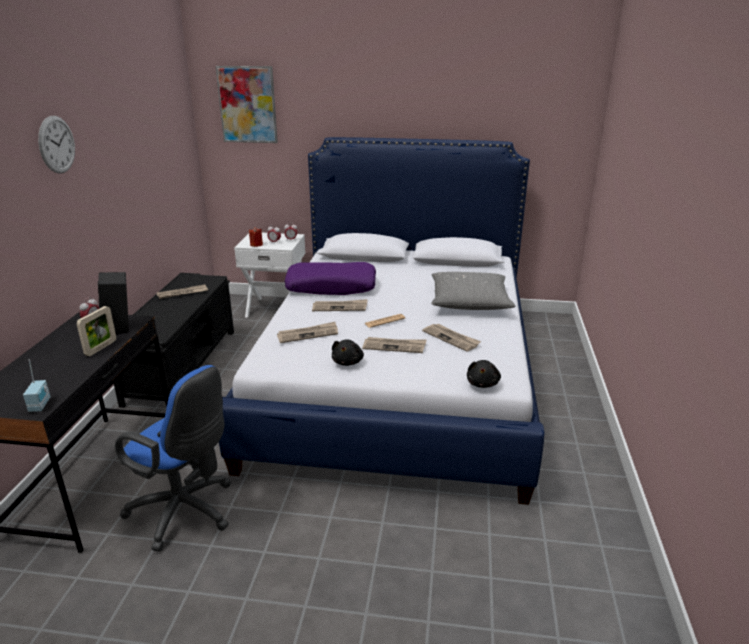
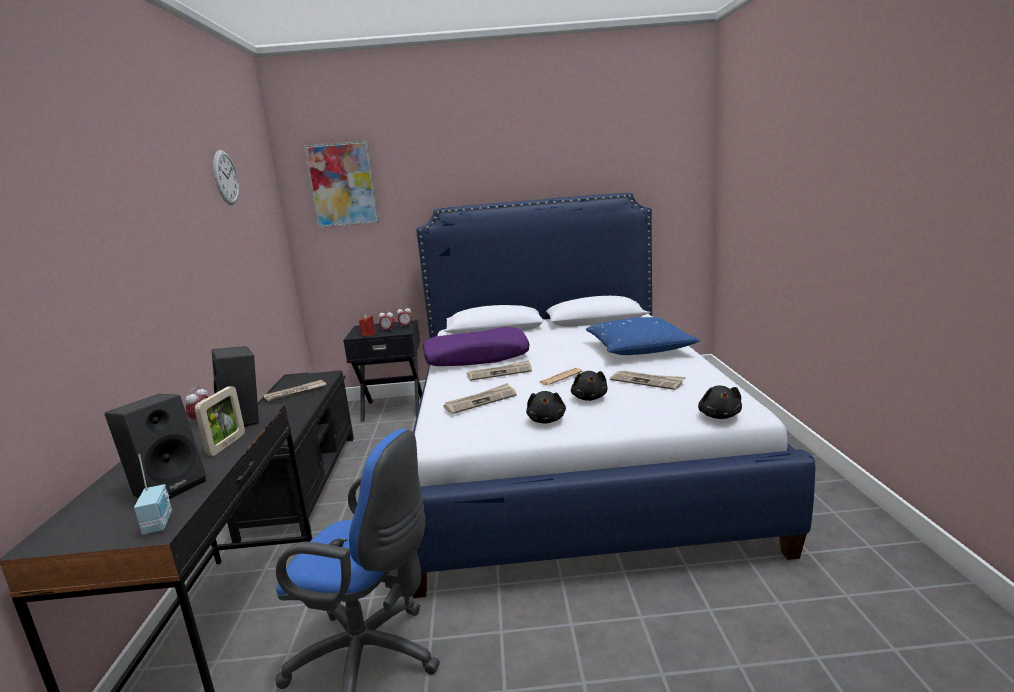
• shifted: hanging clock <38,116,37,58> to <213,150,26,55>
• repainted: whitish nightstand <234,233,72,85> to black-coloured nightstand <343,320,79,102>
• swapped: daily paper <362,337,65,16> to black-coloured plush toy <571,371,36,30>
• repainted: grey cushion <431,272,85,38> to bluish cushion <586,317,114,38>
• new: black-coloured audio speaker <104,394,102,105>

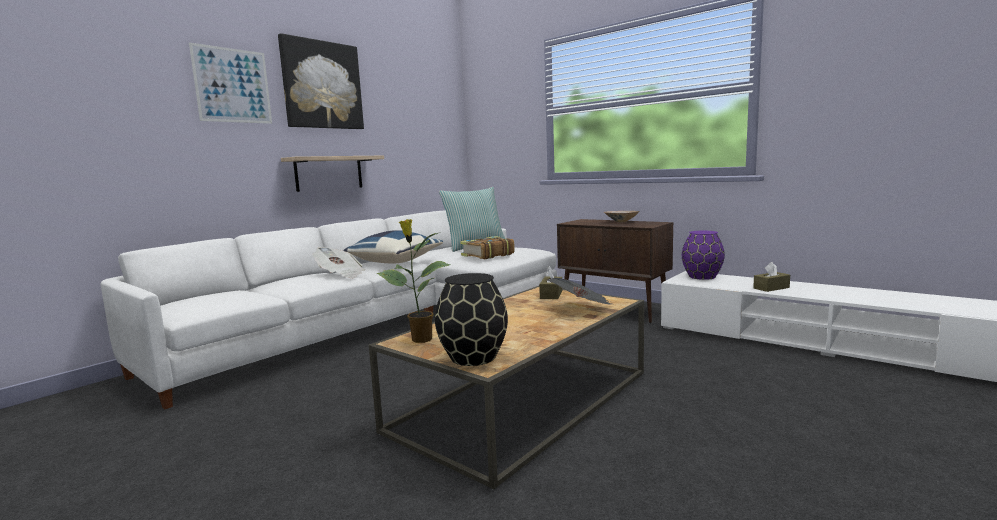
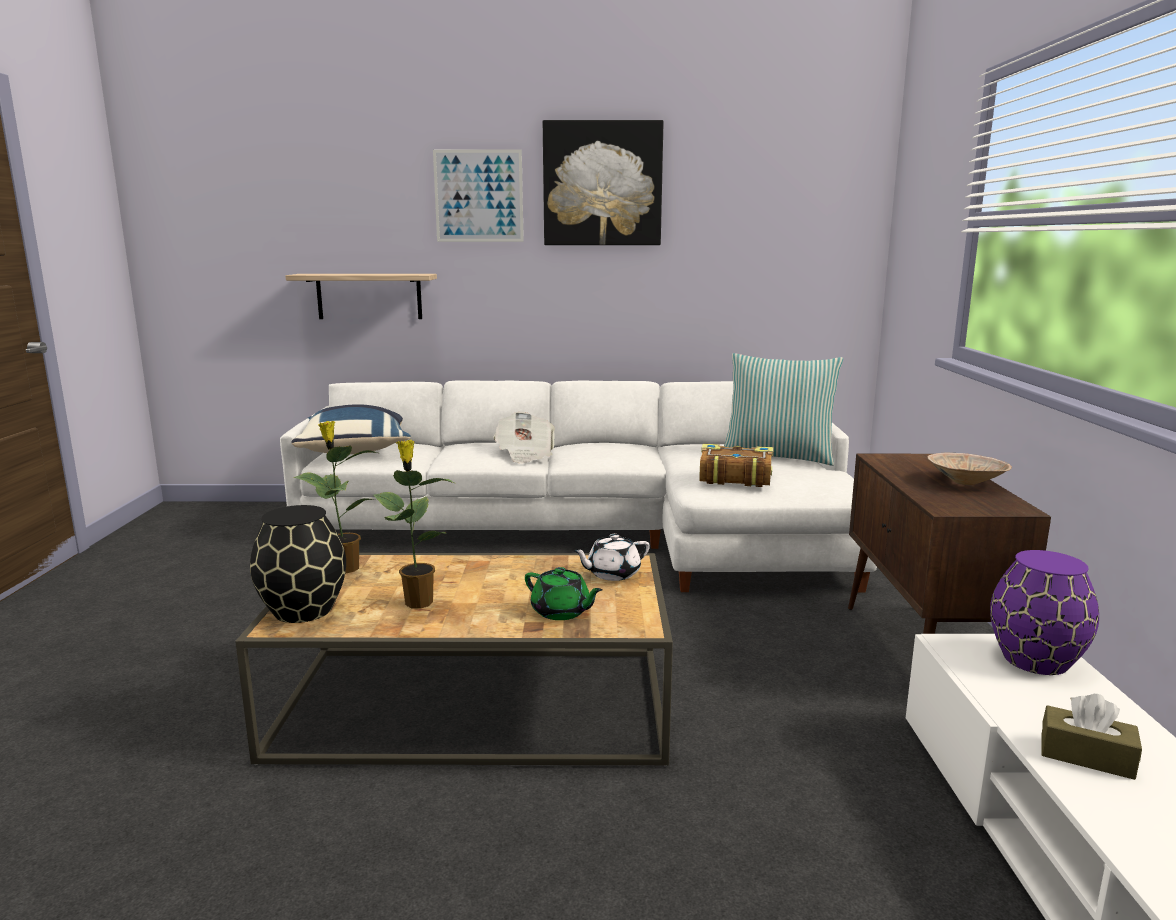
• shifted: shelf <281,156,103,36> to <285,274,152,45>
• shifted: bluish cushion <343,230,100,33> to <291,404,120,50>
• swapped: brown tissue box <539,266,23,33> to whitish pot for tea <572,534,78,47>
• swapped: daily paper <547,278,64,26> to green pot for tea <525,567,78,53>
• new: plant in a pot <373,440,81,168>

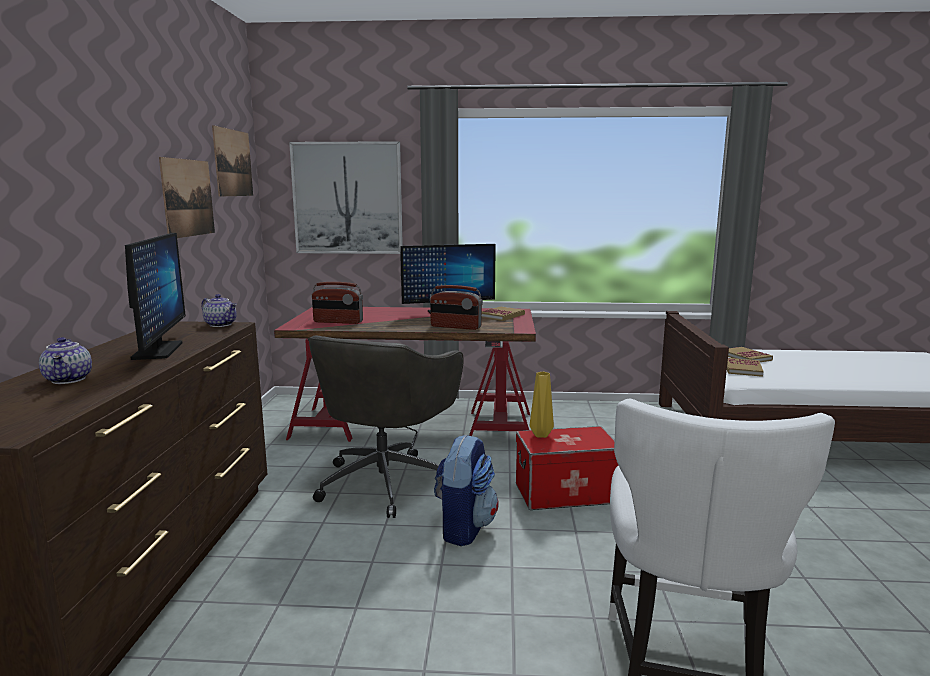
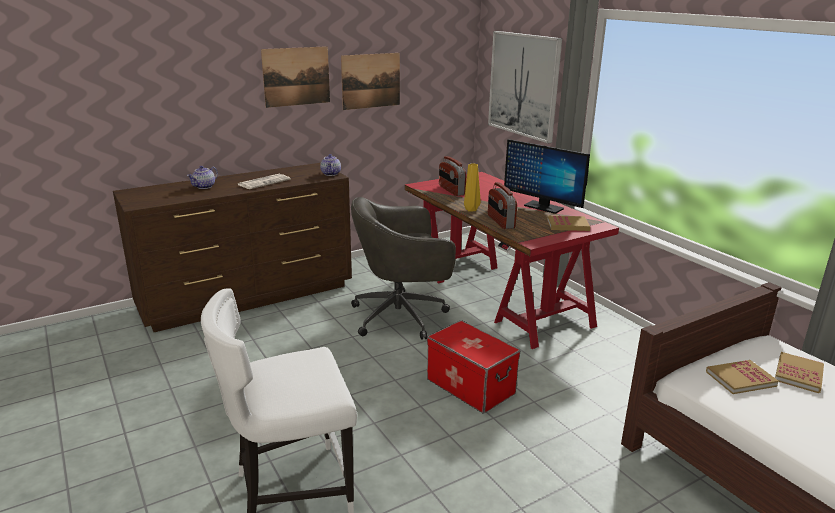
• swapped: computer screen <125,233,61,127> to daily paper <238,174,53,15>
• shifted: wall picture <212,125,41,72> to <261,46,69,62>
• gone: knapsack <434,434,65,112>
• shifted: yellow-coloured flower vase <530,372,24,66> to <464,163,17,49>

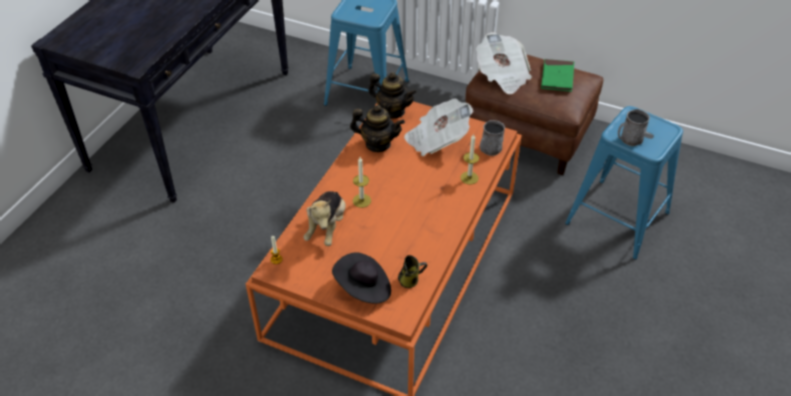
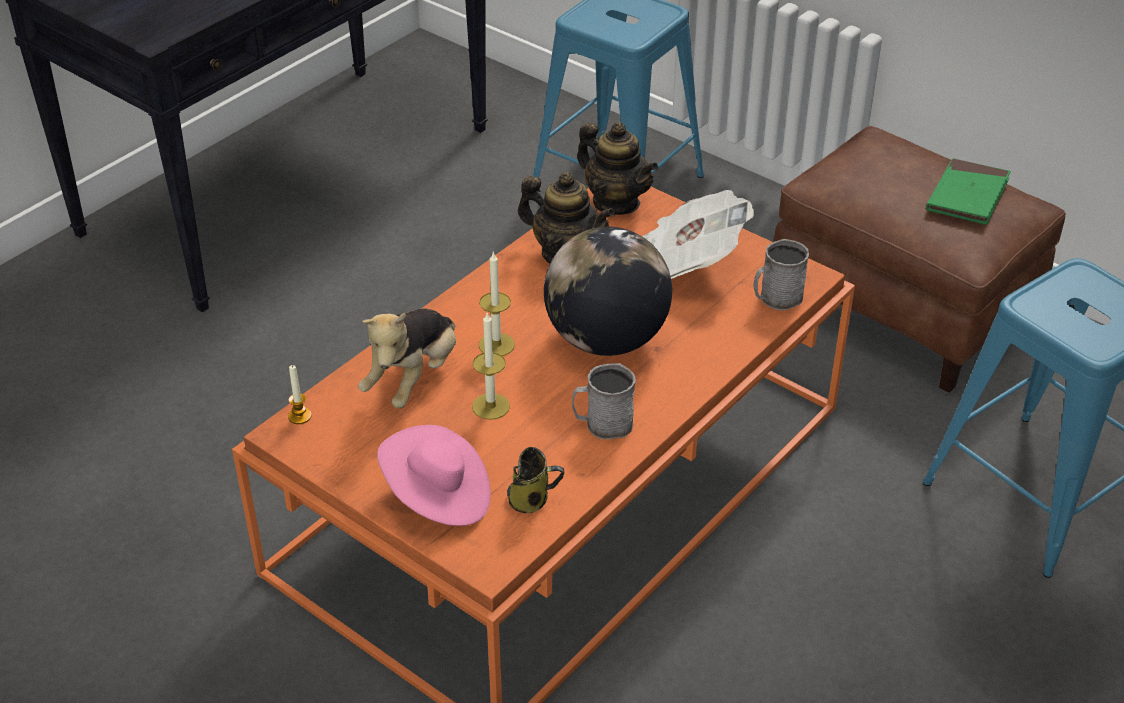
• repainted: black-coloured wearable hat <332,252,59,52> to pink wearable hat <377,425,114,101>
• shifted: wax candle <460,134,19,51> to <472,313,38,107>
• gone: daily paper <476,32,56,63>
• shifted: grey mug <618,109,32,37> to <572,363,64,76>
• new: world globe <544,227,128,129>

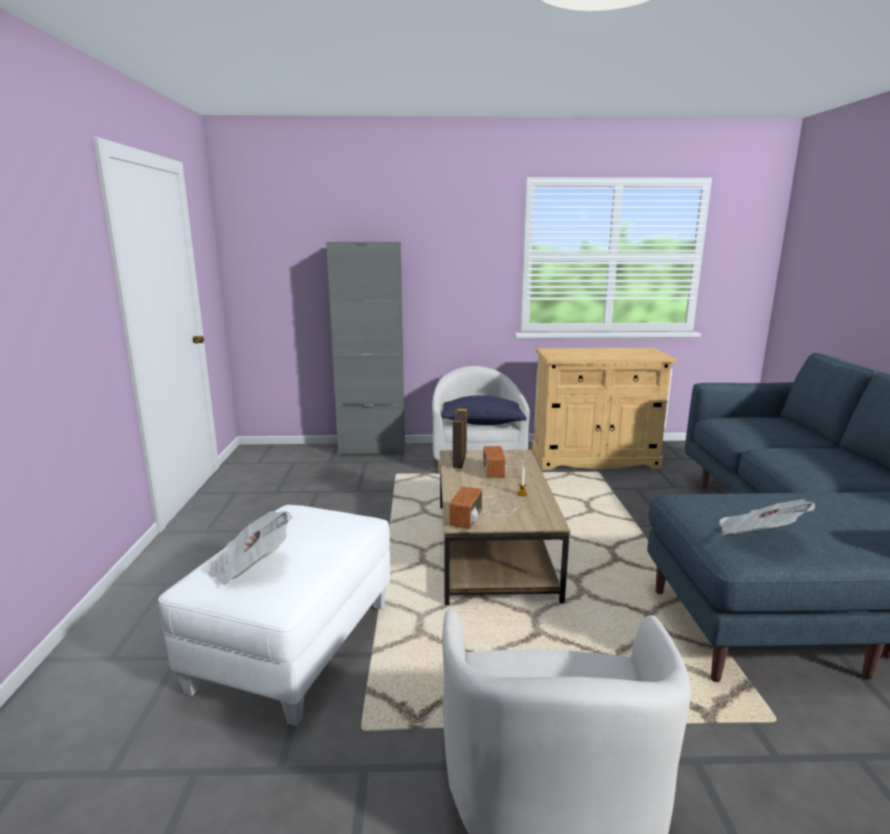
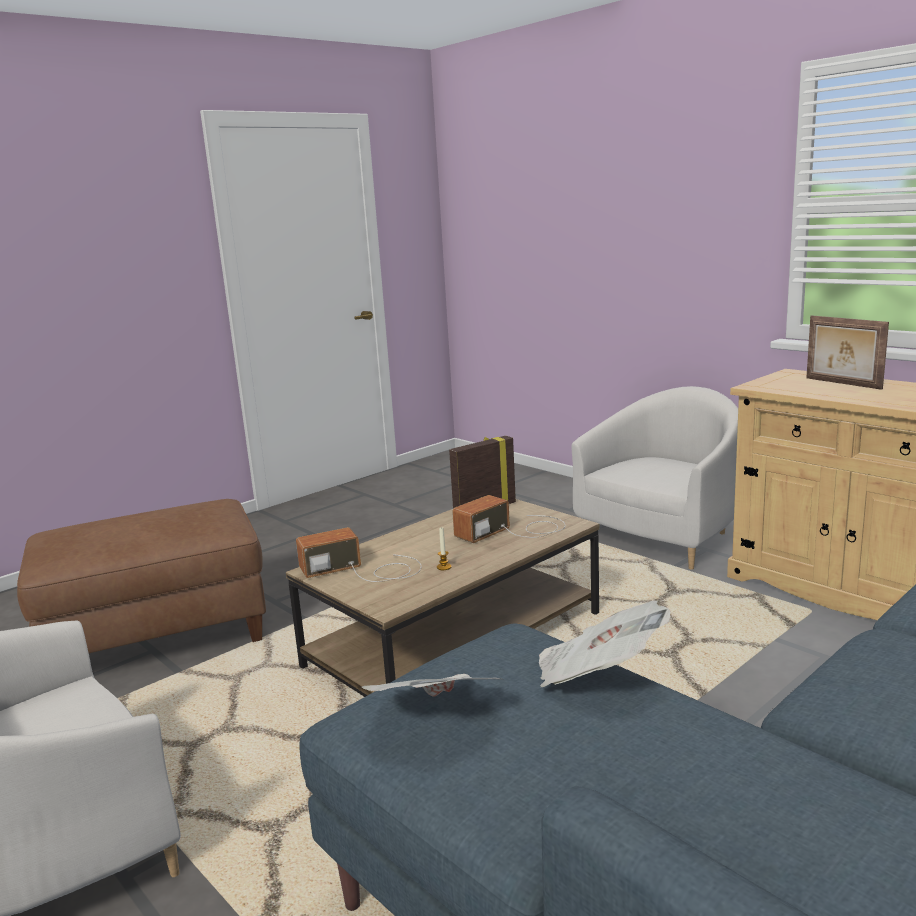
• repainted: whitish footrest <158,505,232,221> to brown footrest <17,499,249,154>
• shifted: daily paper <204,511,88,74> to <539,600,132,87>
• gone: grey cabinet <326,242,79,214>
• gone: bluish cushion <441,395,86,30>
• new: standing frame <806,315,83,75>

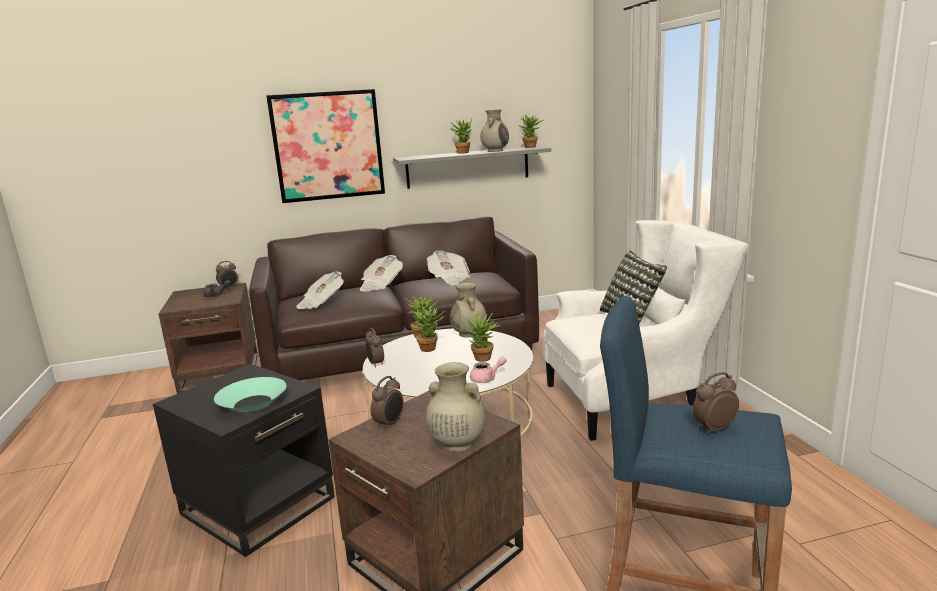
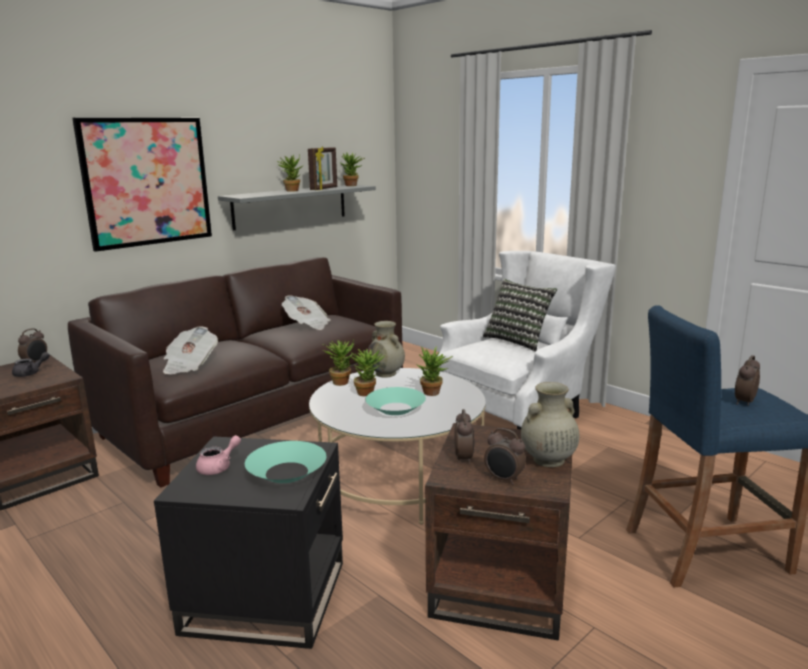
• gone: daily paper <360,255,43,37>
• shifted: bedside clock <365,328,19,40> to <484,428,42,57>
• shifted: pink pot for tea <470,356,37,27> to <196,435,45,40>
• swapped: beige flower vase <480,109,29,43> to standing frame <308,147,29,43>
• new: turquoise deep dish <365,387,61,28>

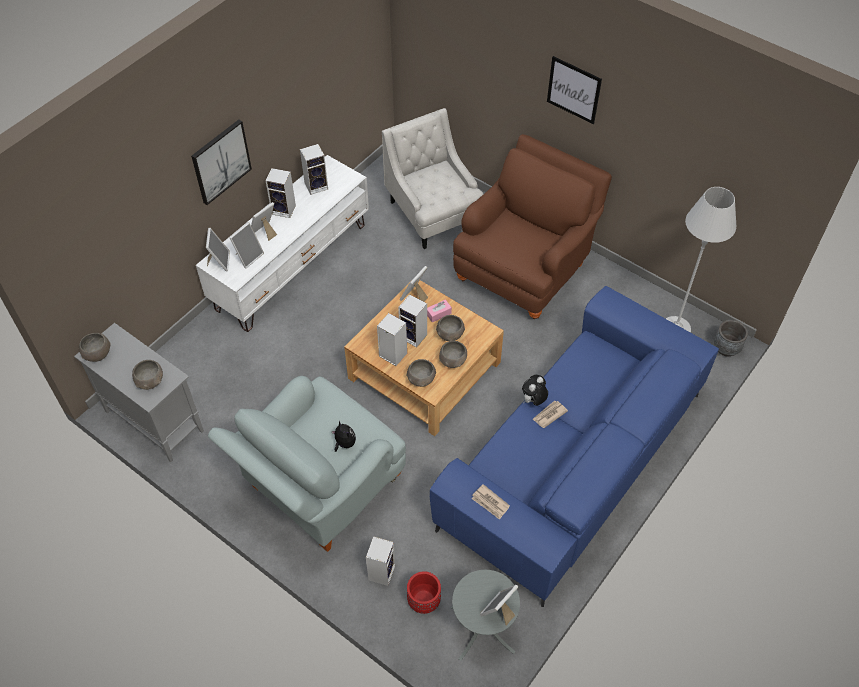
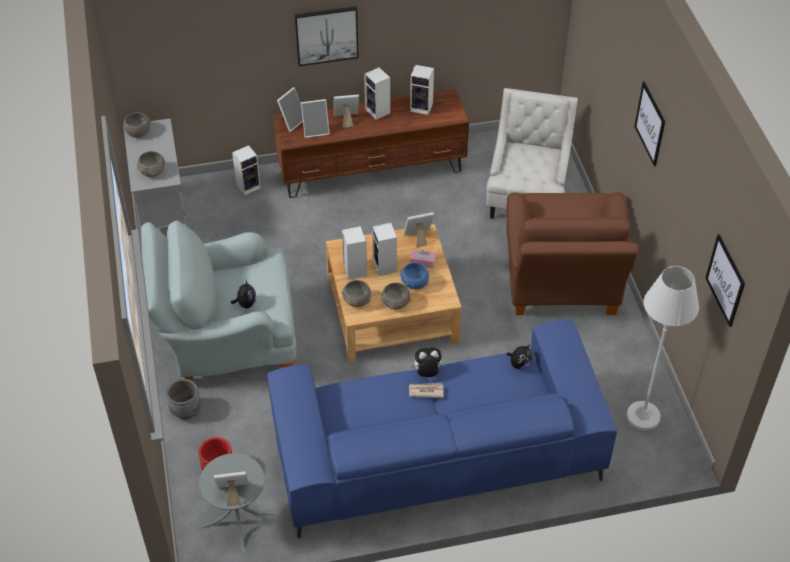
• repainted: whitish tv stand <196,155,173,177> to brown tv stand <273,88,196,110>
• shifted: audio speaker <366,536,29,50> to <232,145,29,50>
• repainted: grey deep dish <436,315,29,26> to bluish deep dish <400,262,29,27>
• rotated: brown armchair <453,134,159,185> = <506,192,132,123> 105 degrees clockwise
• gone: daily paper <472,484,38,36>
• shifted: grey planter <714,320,34,36> to <166,379,35,40>
• new: plush toy <507,344,25,26>
• new: wall picture <706,234,39,93>

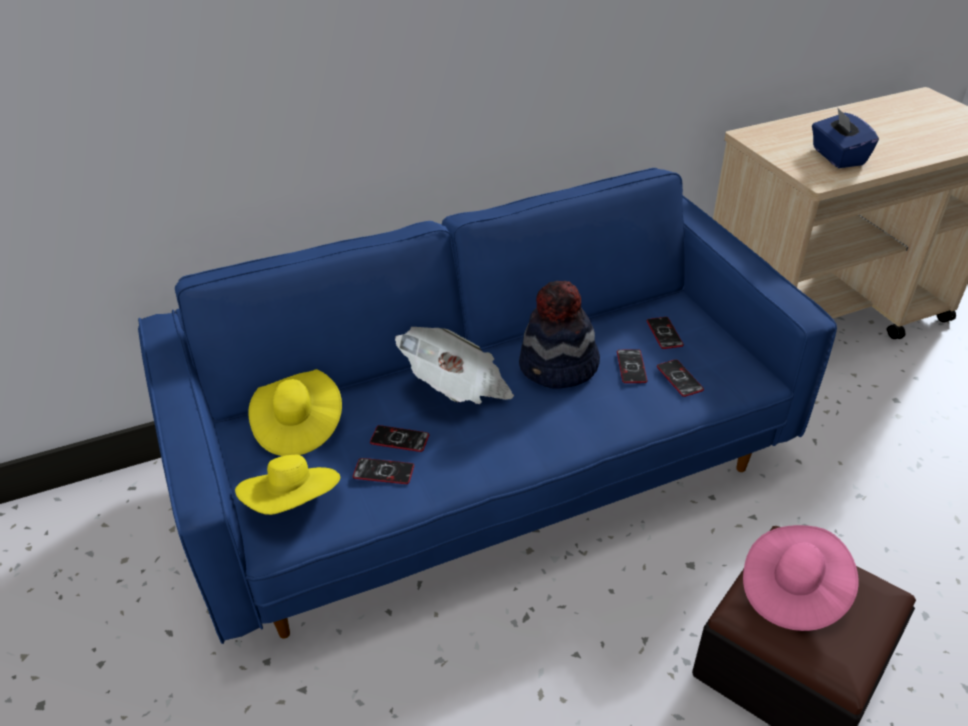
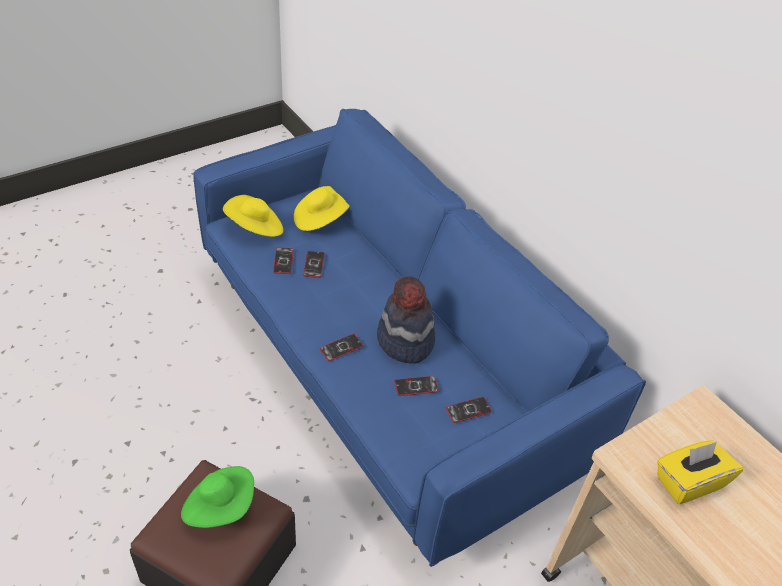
• gone: daily paper <395,327,119,77>
• shifted: phone <657,359,47,38> to <320,334,43,27>
• repainted: pink wearable hat <743,525,116,106> to green wearable hat <181,466,73,62>
• repainted: bluish tissue box <812,107,67,61> to yellow-coloured tissue box <657,440,86,64>

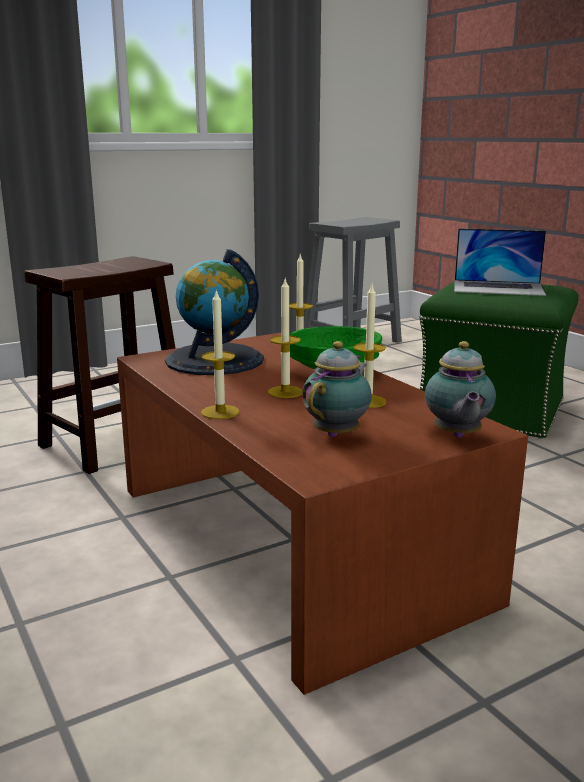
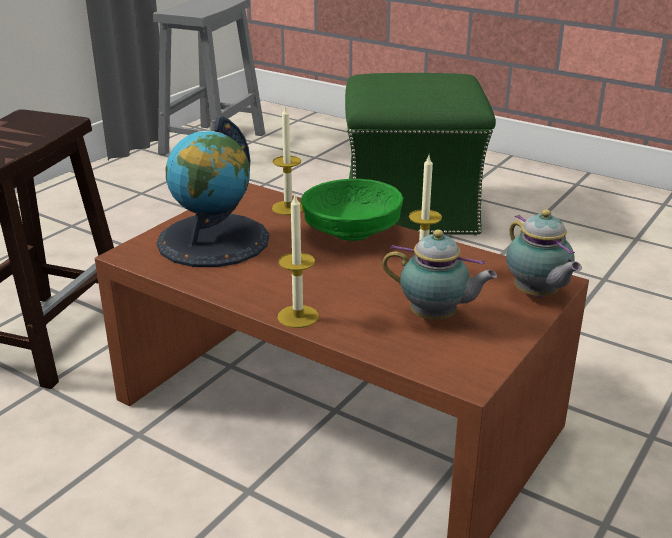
• gone: wax candle <268,279,35,119>
• rotated: pot for tea <302,341,70,96> = <382,230,115,90> 105 degrees clockwise
• gone: laptop <454,228,92,68>

